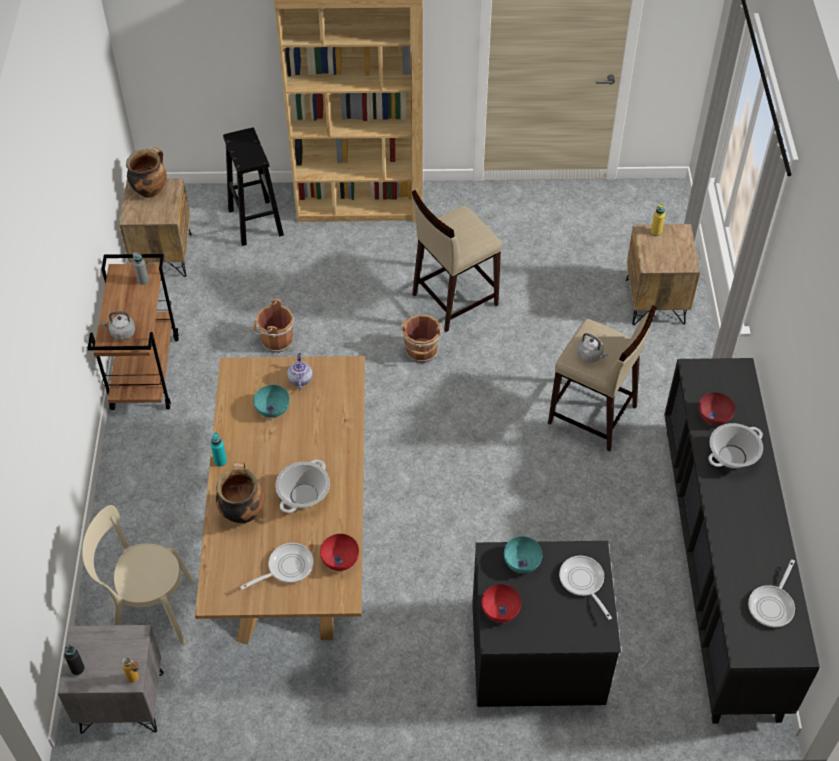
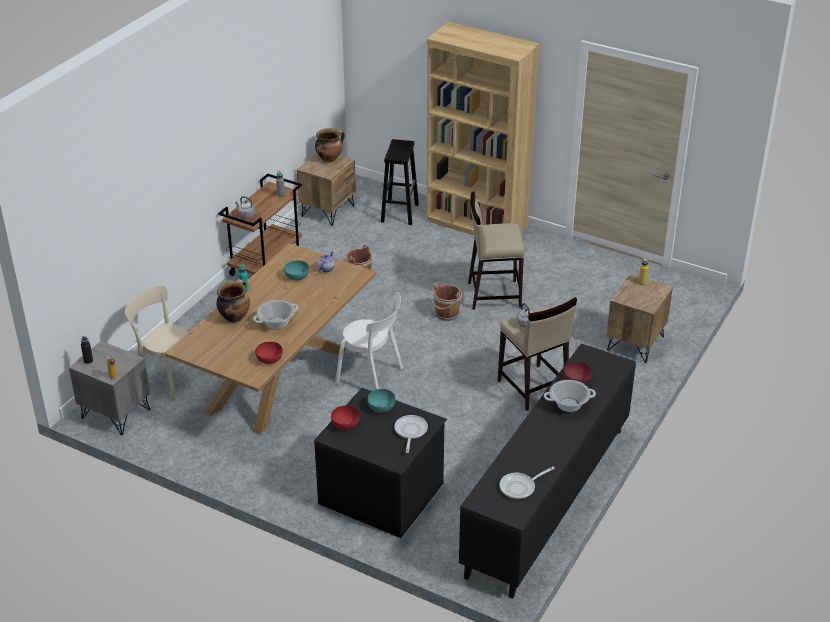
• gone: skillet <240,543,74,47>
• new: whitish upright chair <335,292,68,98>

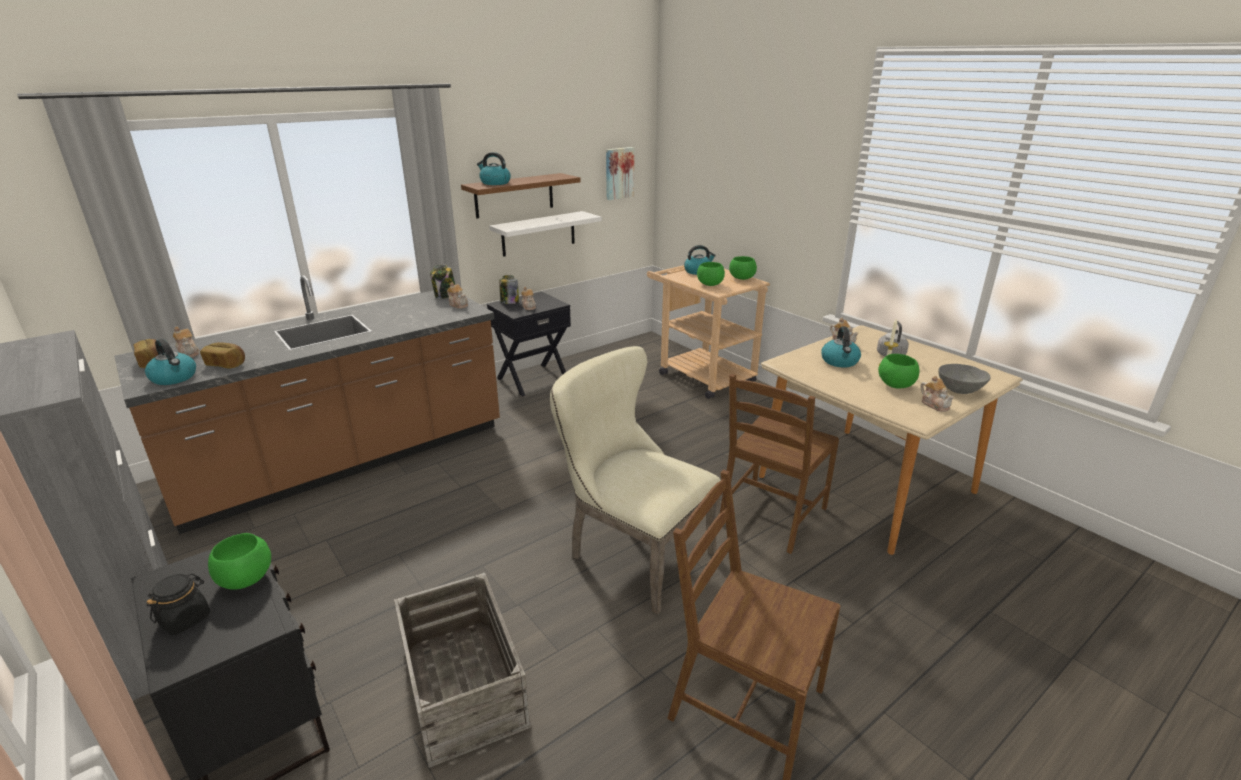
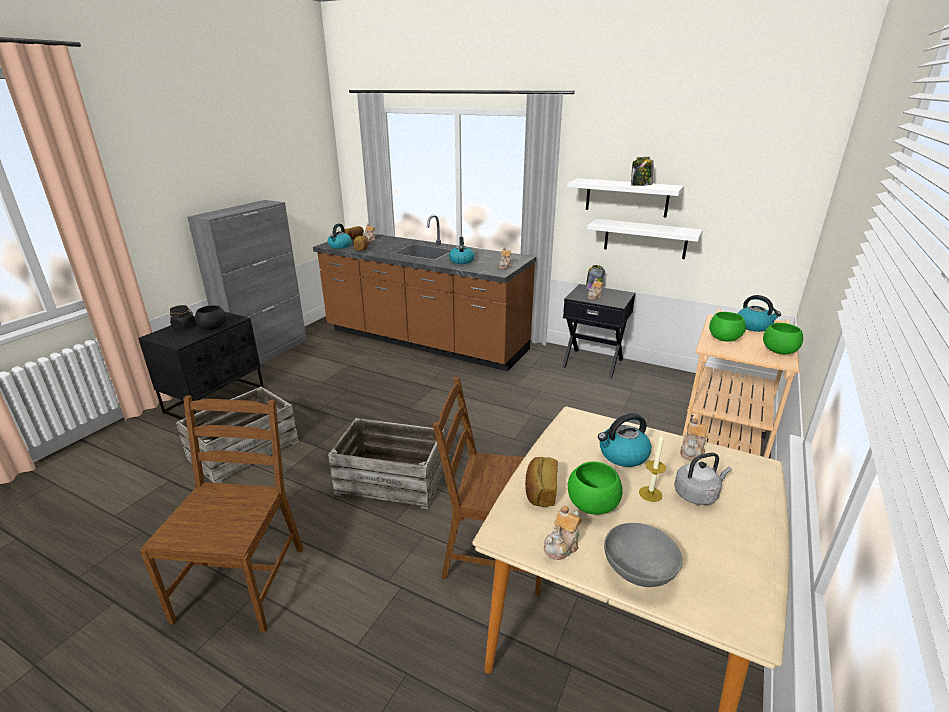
• repainted: green deep dish <208,533,63,57> to black-coloured deep dish <195,305,31,25>
• shifted: jar <430,265,25,34> to <631,157,23,29>
• repainted: brown shelf <461,173,119,45> to whitish shelf <567,178,117,39>
• shifted: kettle <477,152,34,33> to <449,237,26,27>
• swapped: beige upright chair <550,346,171,269> to packing crate <328,418,116,91>
• gone: wall picture <606,147,28,53>
• new: baked bread <525,457,33,50>

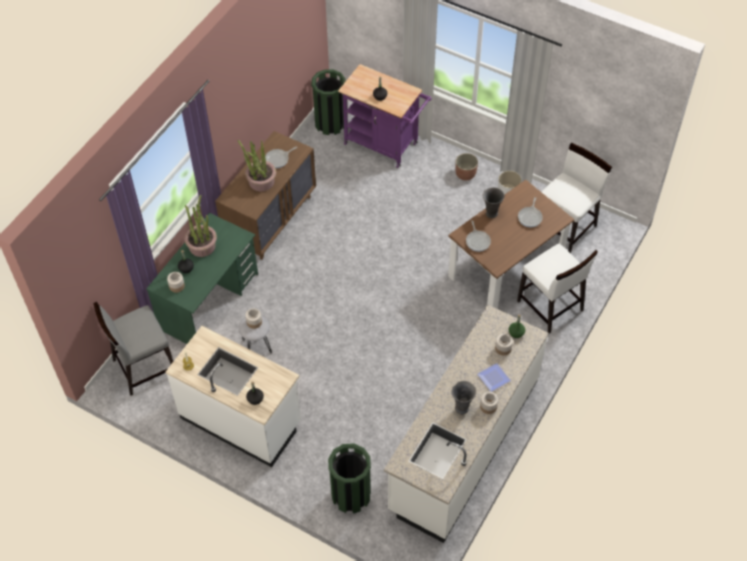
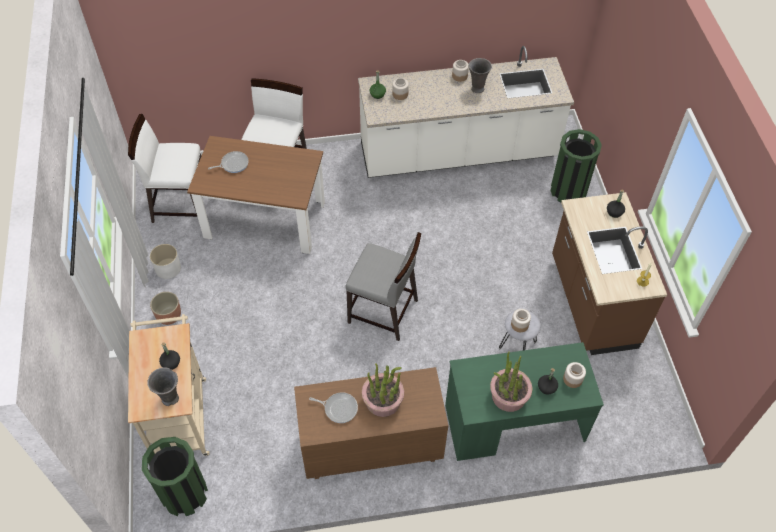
• shifted: grey upright chair <93,302,80,94> to <345,232,76,109>
• repainted: whitish kitchen base unit <166,326,135,141> to brown kitchen base unit <552,192,115,163>
• repainted: purple-coloured trolley <338,64,94,104> to beige trolley <128,314,82,142>
• gone: skillet <466,220,25,32>
• gone: dinner plate <477,363,34,29>
• shifted: grey flower vase <483,187,21,31> to <147,367,32,39>

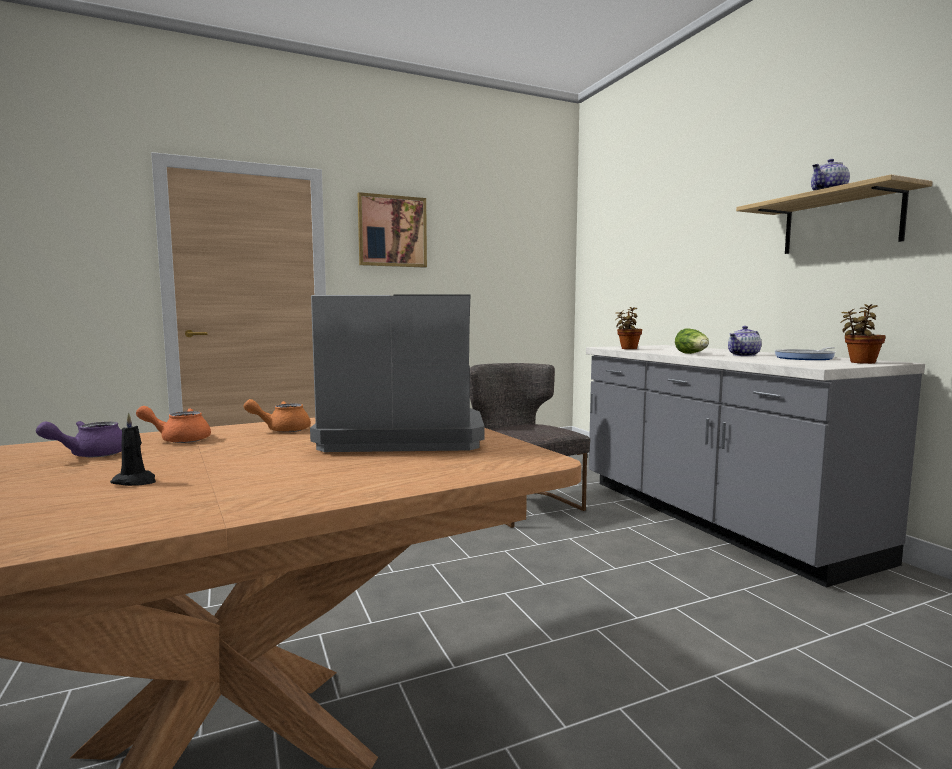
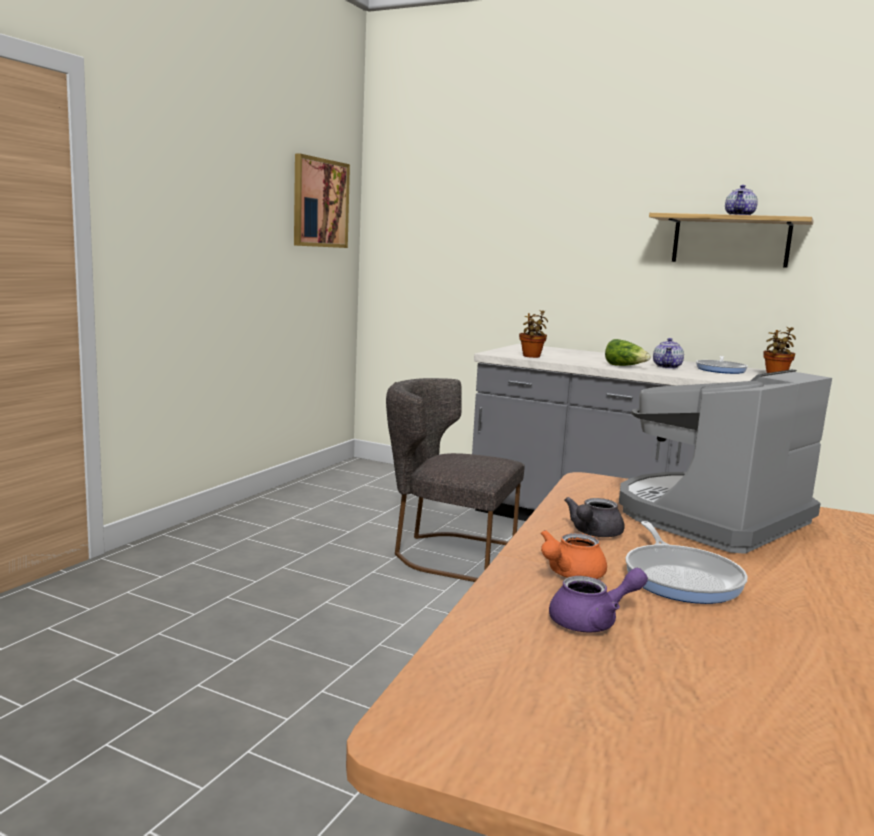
• rotated: purple-coloured pot for tea <36,421,86,36> = <549,568,99,65> 105 degrees counterclockwise
• gone: black-coloured wax candle <110,412,46,74>
• repainted: orangey pot for tea <244,399,67,33> to grey pot for tea <564,497,61,40>
• shifted: wall picture <358,192,69,76> to <294,154,56,94>
• new: skillet <625,521,123,83>

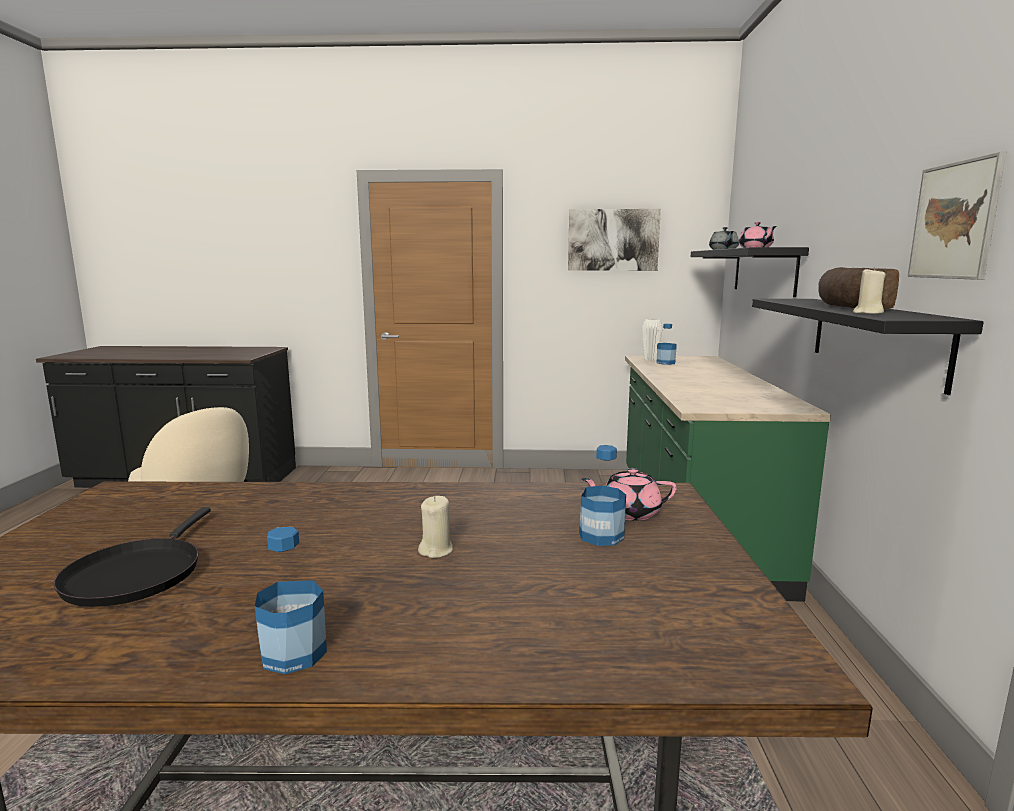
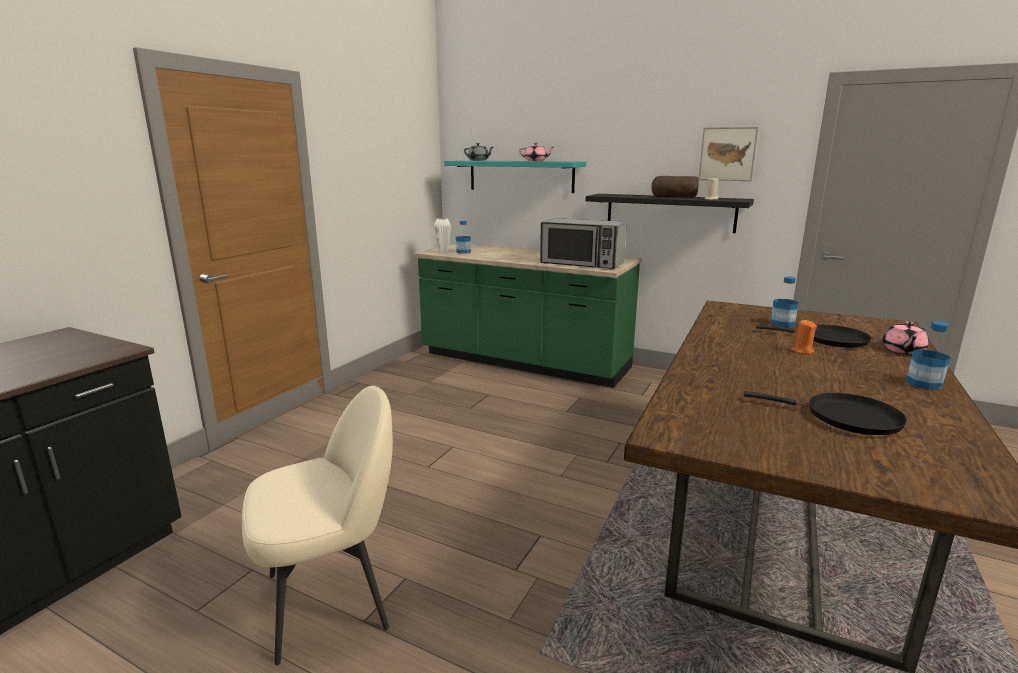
• repainted: beige wax candle <418,496,35,62> to orangey wax candle <791,320,26,34>
• gone: wall picture <568,209,93,62>
• shifted: pink pot for tea <582,468,95,53> to <882,321,46,33>
• repainted: black-coloured shelf <691,247,118,50> to turquoise shelf <444,160,142,33>
• new: kitchen microwave <540,218,87,51>
• new: black-coloured skillet <756,325,116,23>

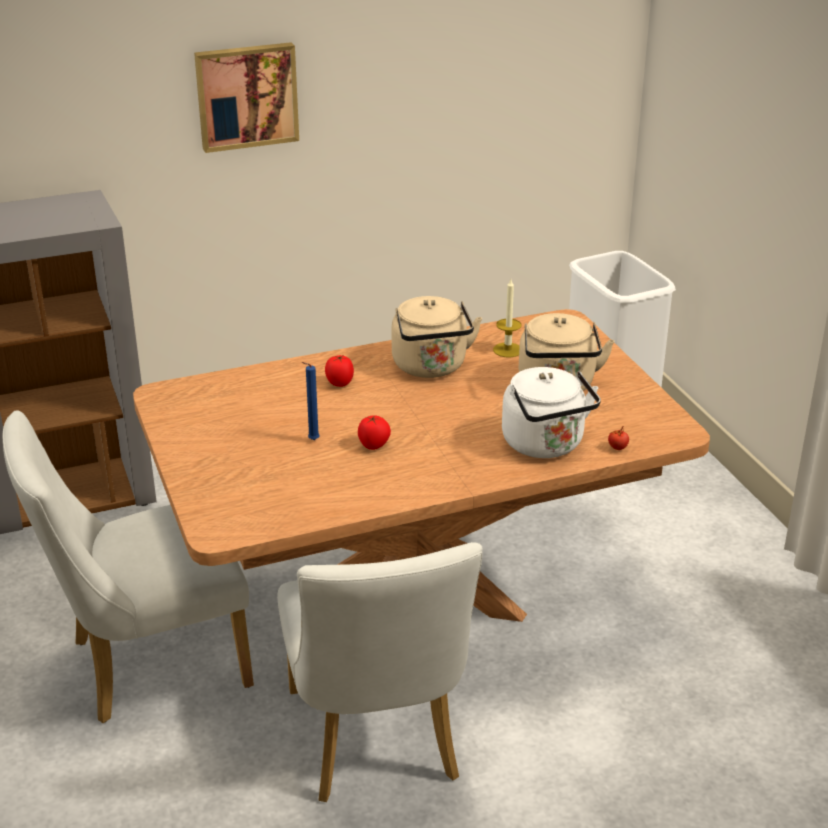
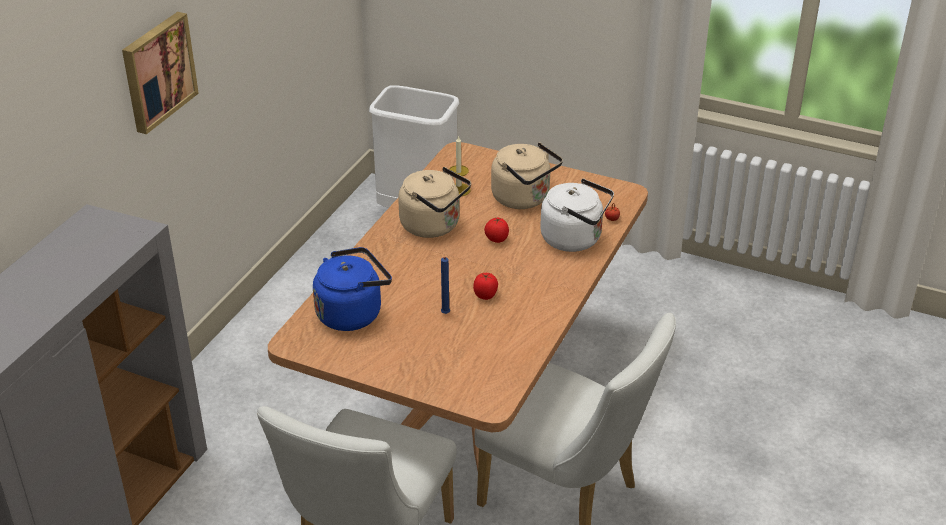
• shifted: whole tomato <325,355,29,32> to <484,217,25,26>
• new: bluish kettle <313,247,79,84>

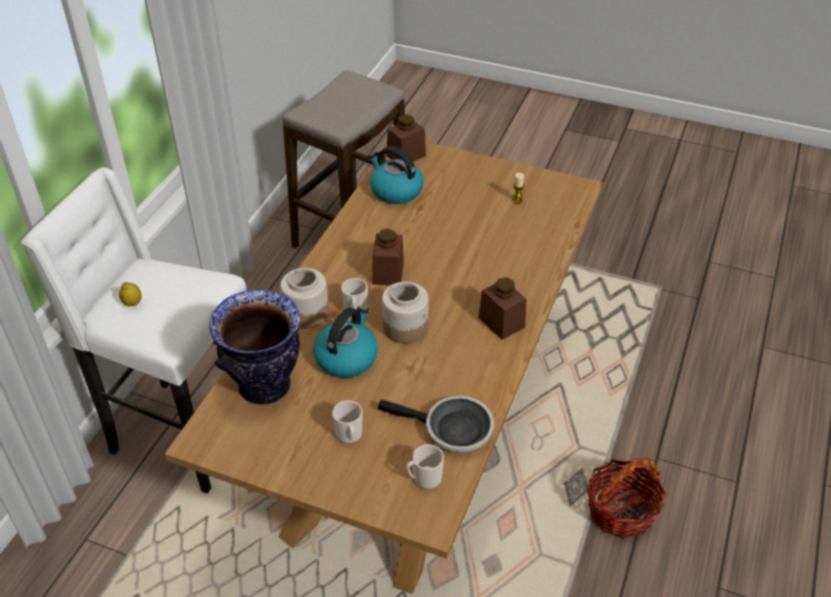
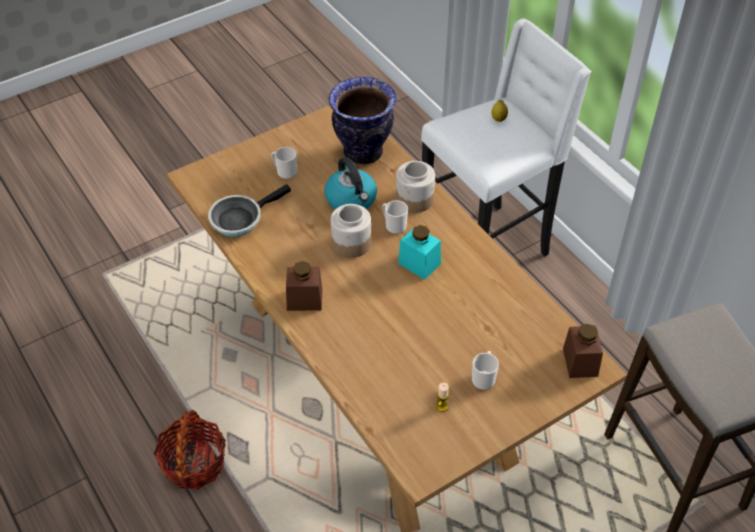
• gone: kettle <368,146,55,58>
• repainted: brown jar <372,229,32,56> to turquoise jar <398,225,43,55>
• shifted: mug <406,444,38,45> to <472,351,27,39>

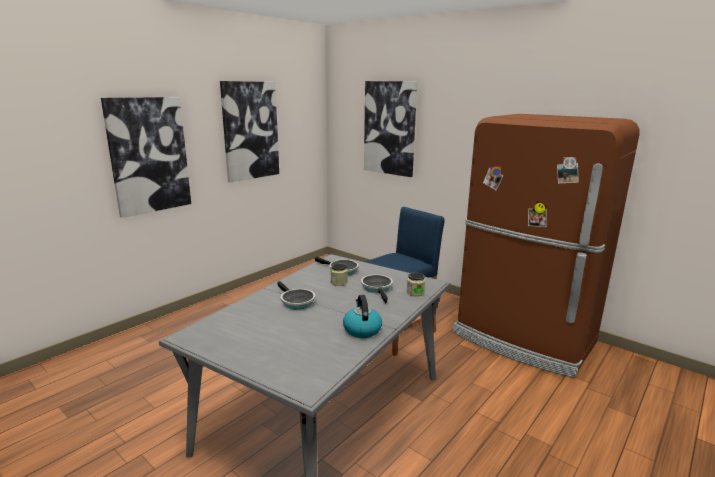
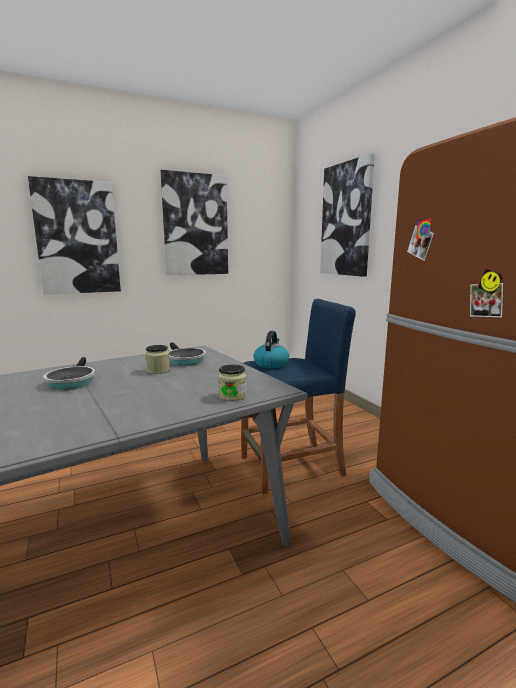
• shifted: kettle <343,295,39,43> to <253,331,36,37>
• gone: skillet <361,275,32,29>

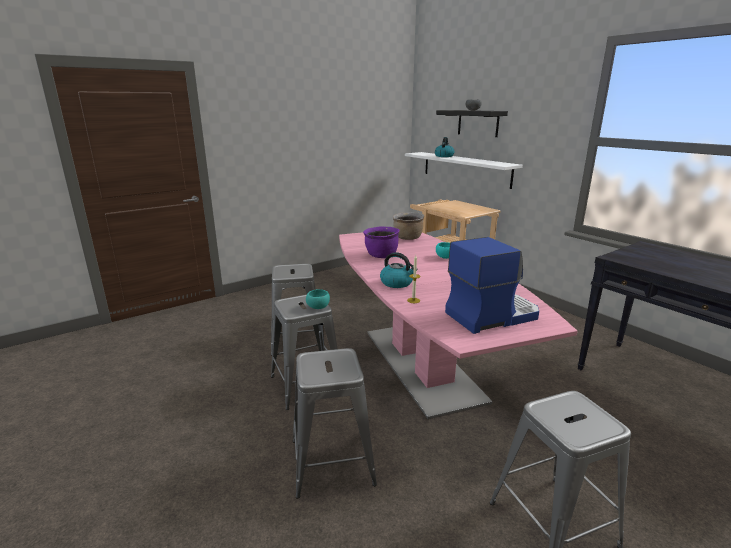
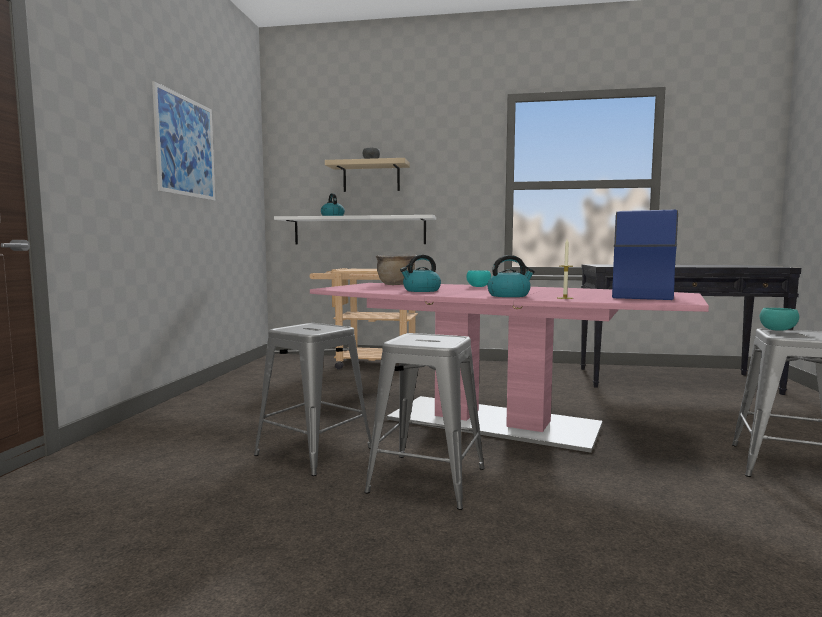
• gone: grey sitting stool <293,348,84,151>
• shifted: turquoise deep dish <306,289,24,20> to <760,308,39,23>
• swapped: purple-coloured stockpot <363,227,37,31> to kettle <400,255,41,37>
• repainted: black-coloured shelf <436,110,72,27> to beige shelf <325,158,85,34>
• new: wall picture <152,81,63,120>

